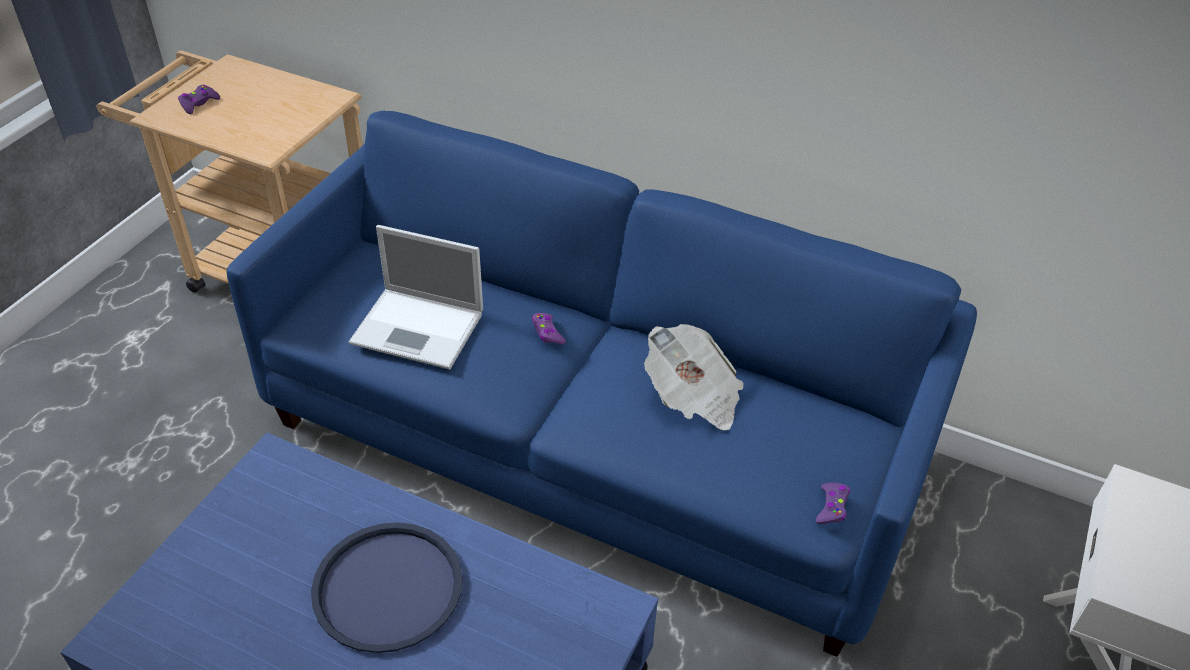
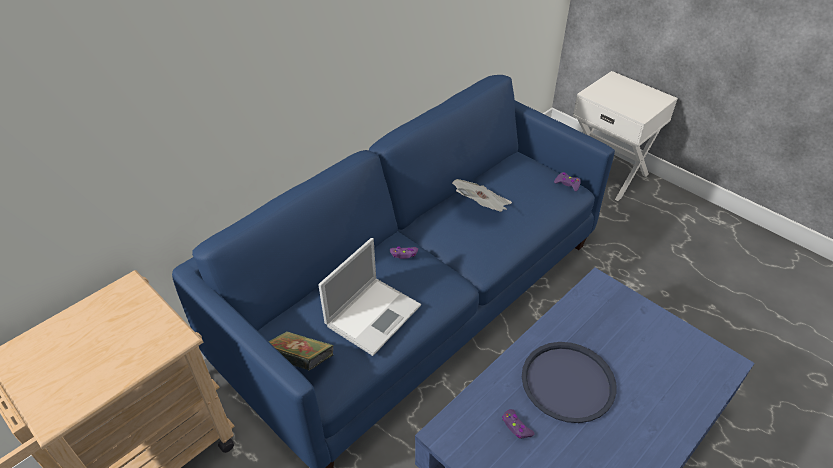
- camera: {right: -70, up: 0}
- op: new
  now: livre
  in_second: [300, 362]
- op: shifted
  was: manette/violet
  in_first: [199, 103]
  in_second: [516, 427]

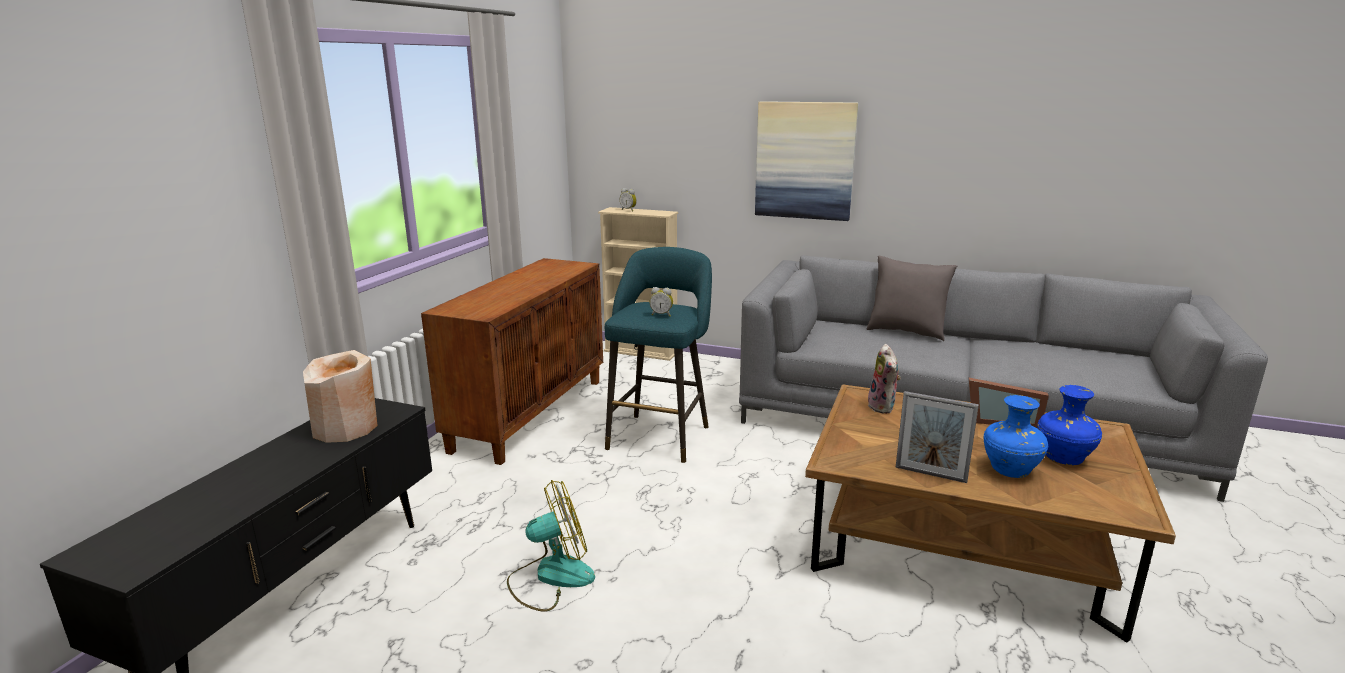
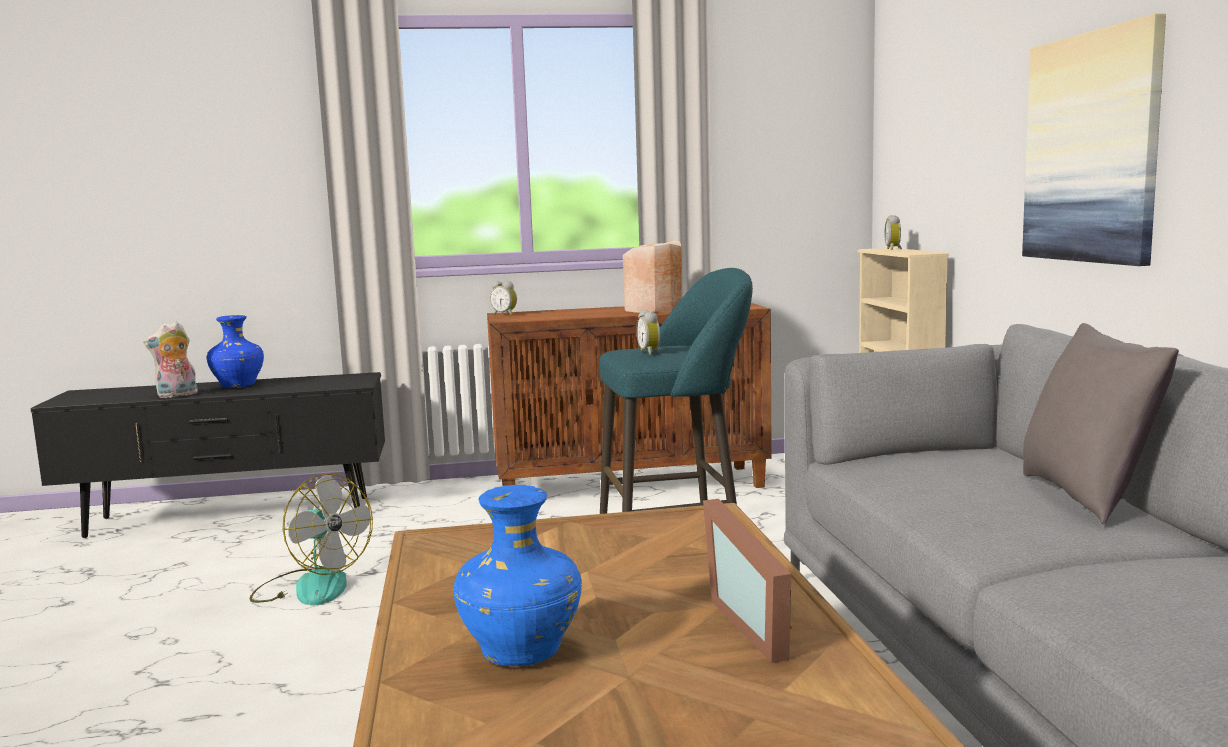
- camera: {right: 60, up: -10}
- op: shifted
  was: peluche
  in_first: [883, 407]
  in_second: [176, 395]
- op: shifted
  was: vase/bleu
  in_first: [1064, 459]
  in_second: [237, 386]
- op: new
  now: réveil
  in_second: [505, 315]
- op: shifted
  was: vase/beige
  in_first: [346, 427]
  in_second: [653, 309]
- op: gone
  was: cadre photo
  in_first: [930, 474]

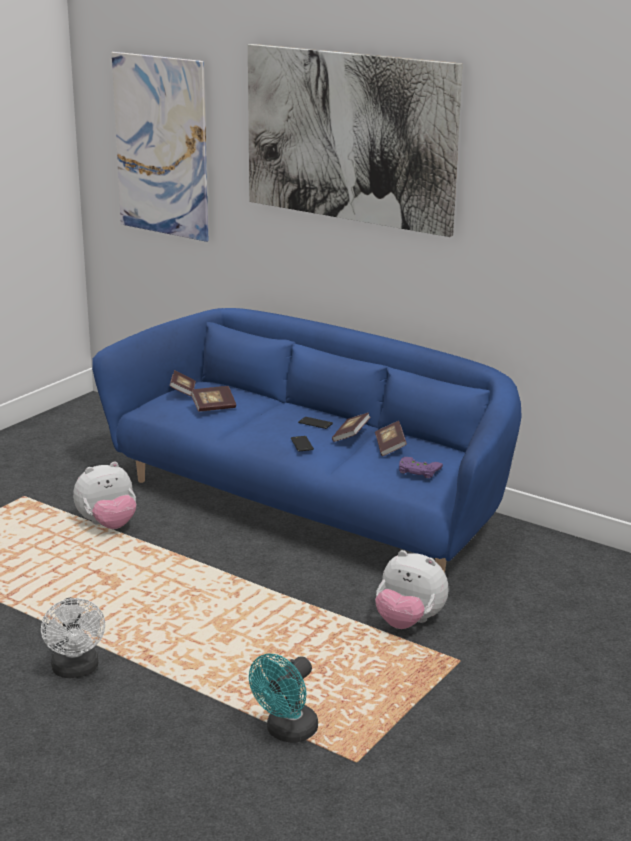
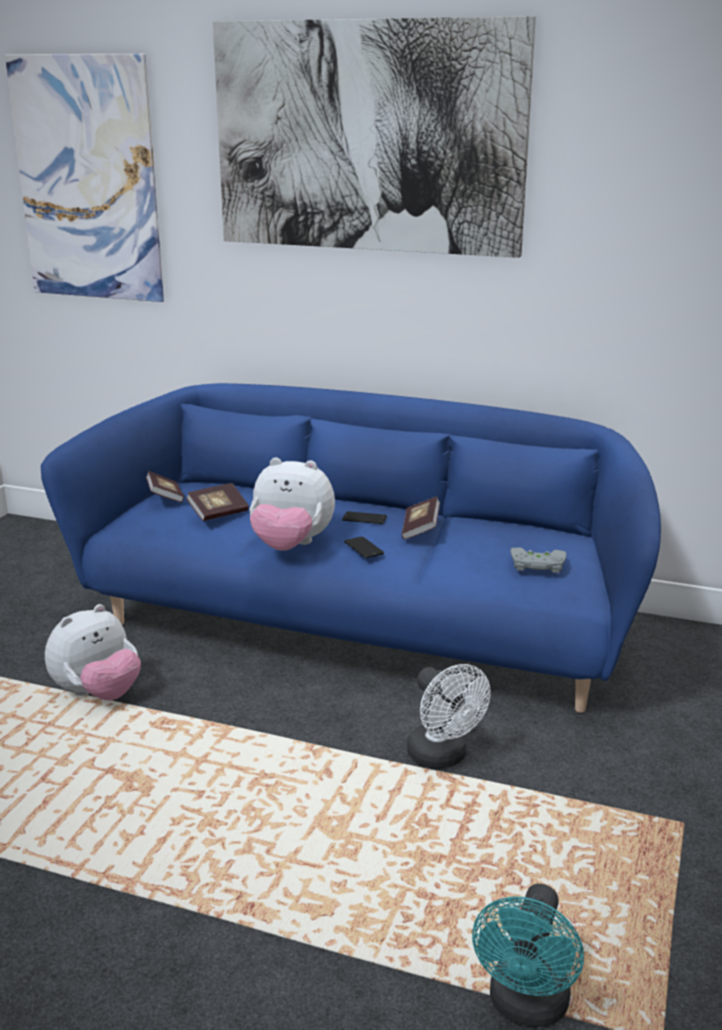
- camera: {right: -15, up: 0}
- op: shifted
  was: peluche
  in_first: [409, 622]
  in_second: [291, 546]
- op: shifted
  was: ventilateur/blanc
  in_first: [76, 670]
  in_second: [443, 757]
- op: repainted
  was: manette/violet
  now: manette/gris
  in_first: [418, 471]
  in_second: [537, 565]
- op: gone
  was: livre
  in_first: [390, 447]

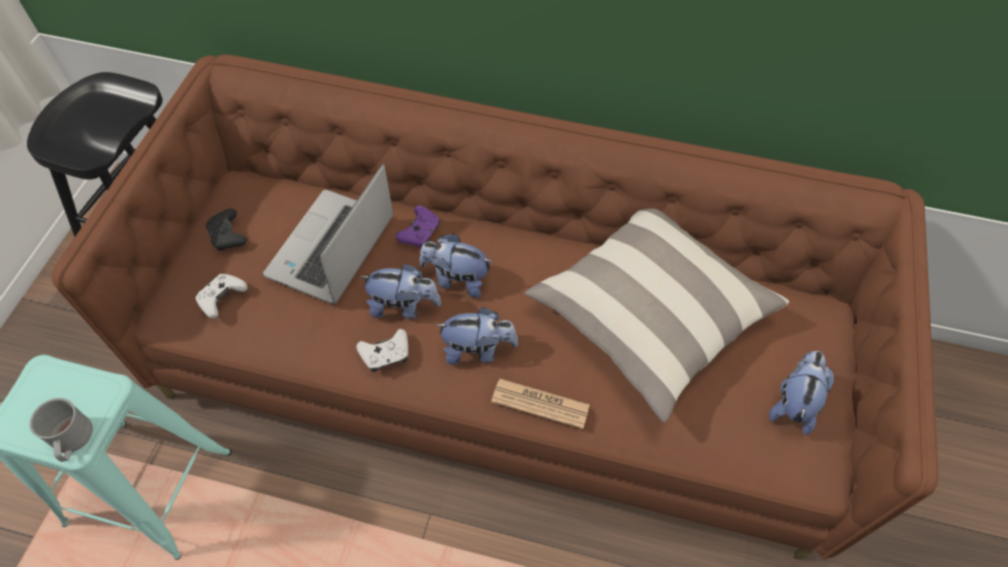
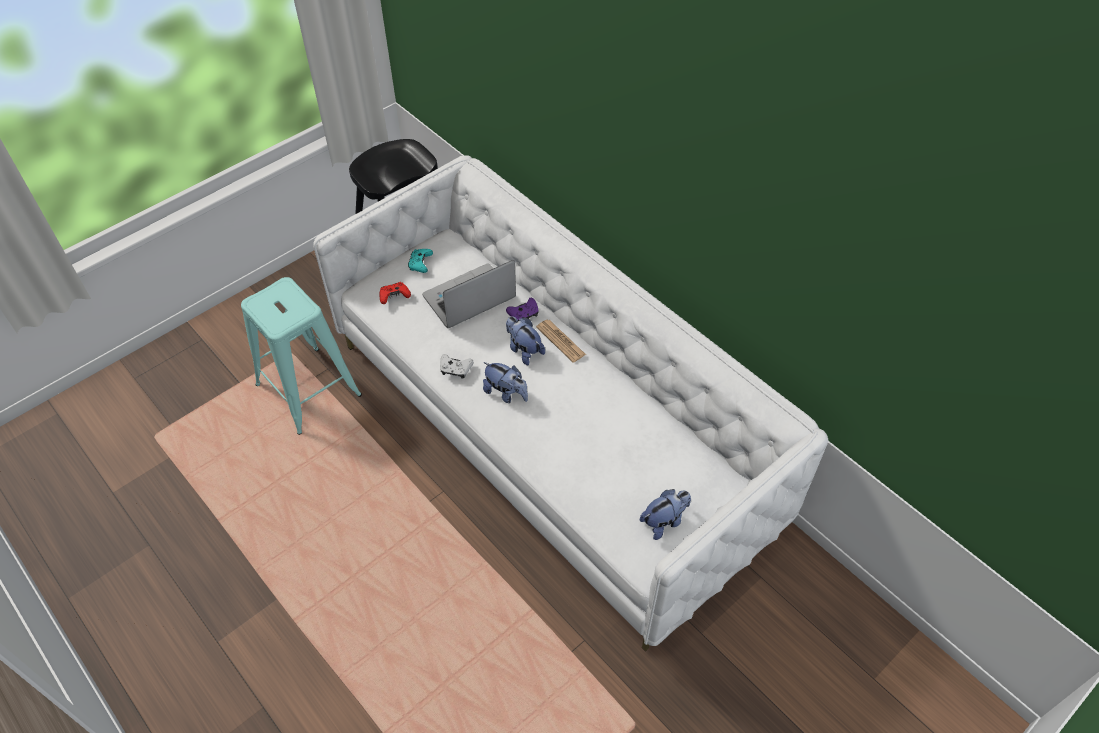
- camera: {right: 35, up: -5}
- op: repainted
  was: canapé/marron
  now: canapé/blanc
  in_first: [502, 363]
  in_second: [550, 433]
- op: repainted
  was: manette/blanc
  now: manette/rouge
  in_first: [222, 298]
  in_second: [394, 296]
- op: repainted
  was: manette/noir
  now: manette/turquoise
  in_first: [227, 236]
  in_second: [420, 264]
- op: shifted
  was: journal
  in_first: [540, 404]
  in_second: [560, 341]
- op: gone
  was: mug/gris
  in_first: [72, 440]
- op: gone
  was: peluche
  in_first: [403, 306]
- op: gone
  was: coussin
  in_first: [650, 315]

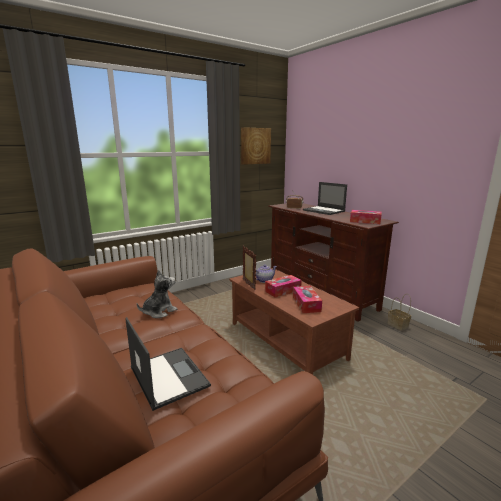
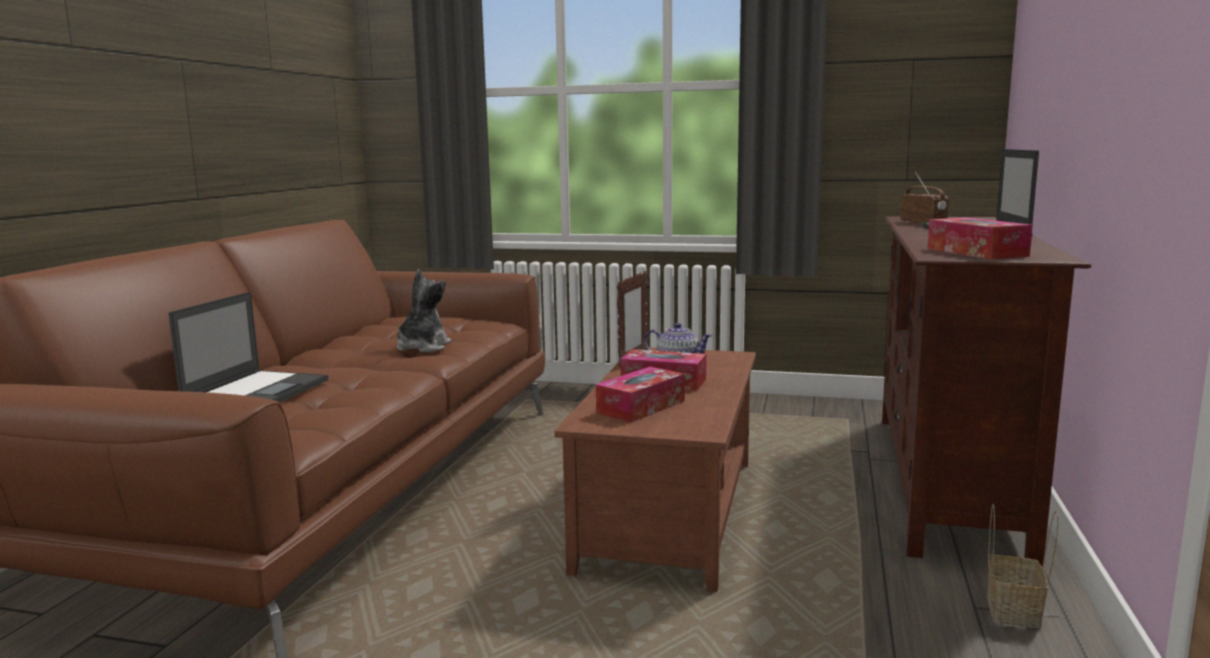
- camera: {right: 50, up: -5}
- op: rotated
  was: peluche
  in_first: [159, 311]
  in_second: [422, 347]
  clockwise: -75
- op: gone
  was: tableau
  in_first: [255, 146]

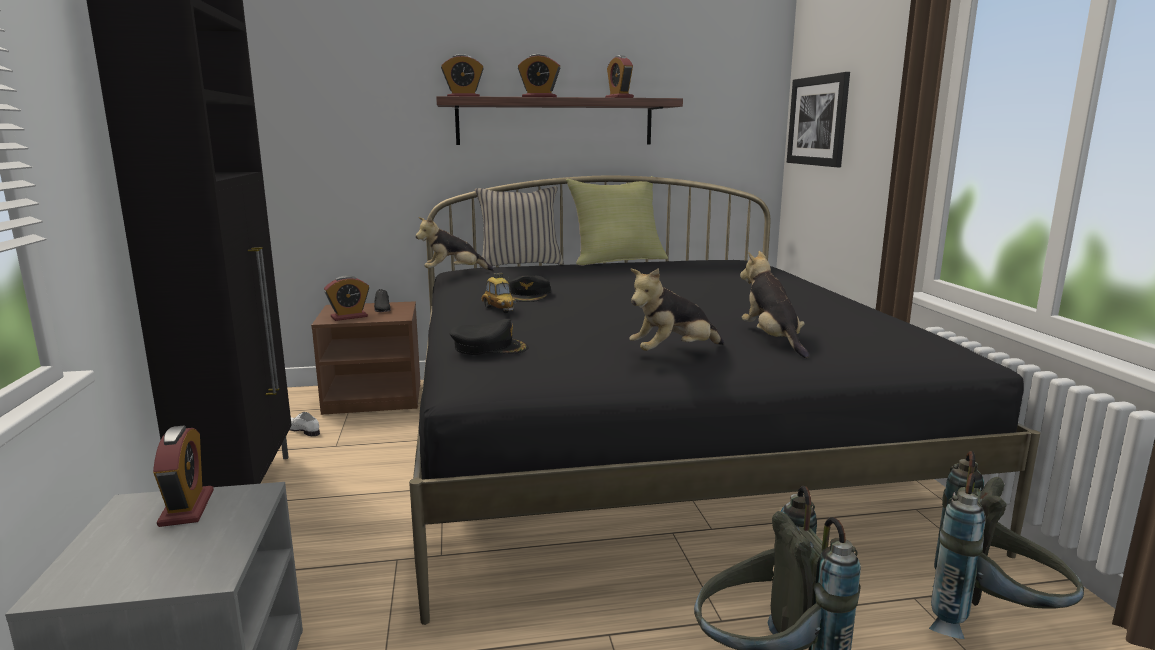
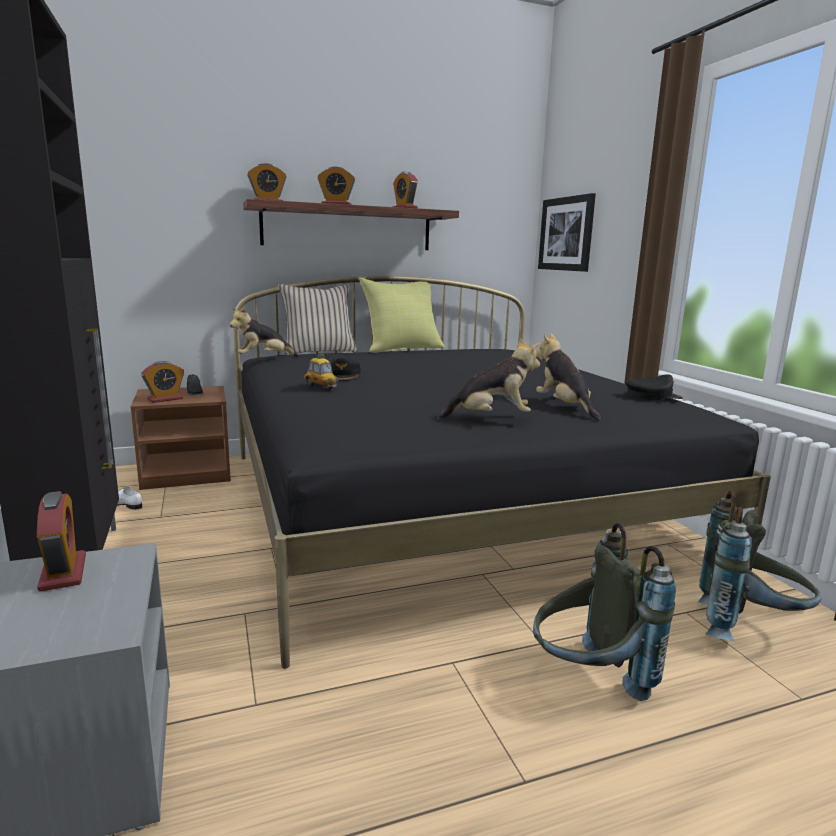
- camera: {right: -10, up: 0}
- op: rotated
  was: peluche
  in_first: [673, 353]
  in_second: [491, 418]
  clockwise: -150
- op: shifted
  was: casquette/noir
  in_first: [489, 347]
  in_second: [652, 396]

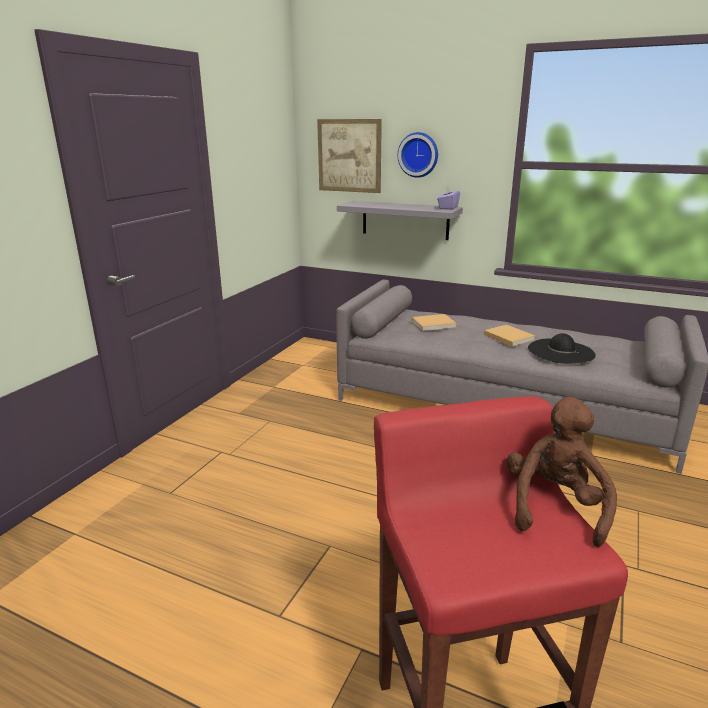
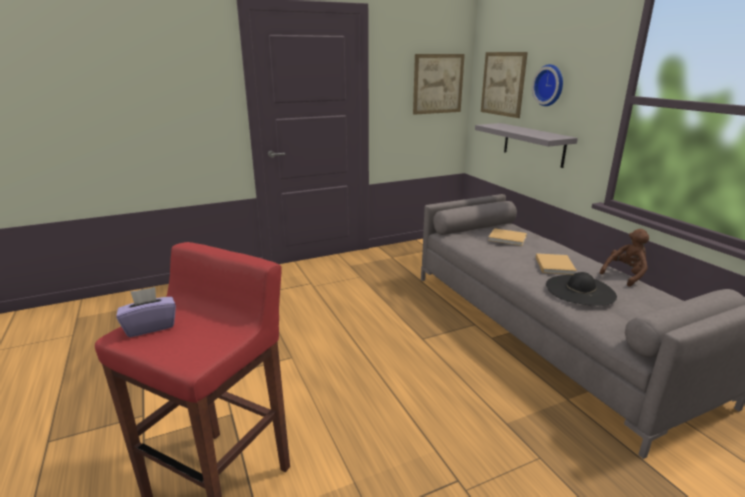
- camera: {right: 40, up: 0}
- op: shifted
  was: boîte à mouchoirs/violet
  in_first: [448, 208]
  in_second: [150, 326]
- op: new
  now: tableau
  in_second: [438, 84]
- op: shifted
  was: peluche/marron
  in_first: [554, 507]
  in_second: [625, 275]

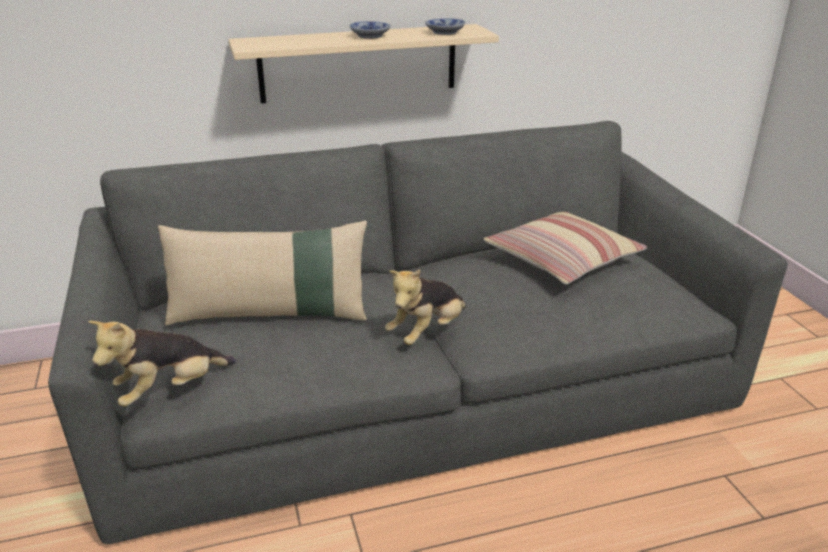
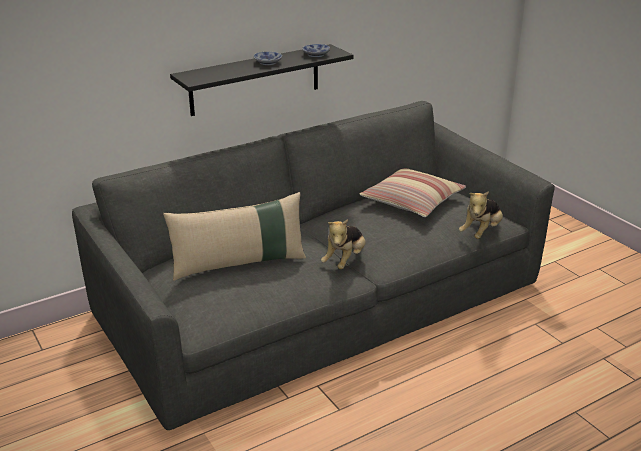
- camera: {right: -15, up: 0}
- op: repainted
  was: étagère/beige
  now: étagère/noir
  in_first: [359, 63]
  in_second: [255, 80]
- op: shifted
  was: peluche
  in_first: [169, 390]
  in_second: [481, 232]

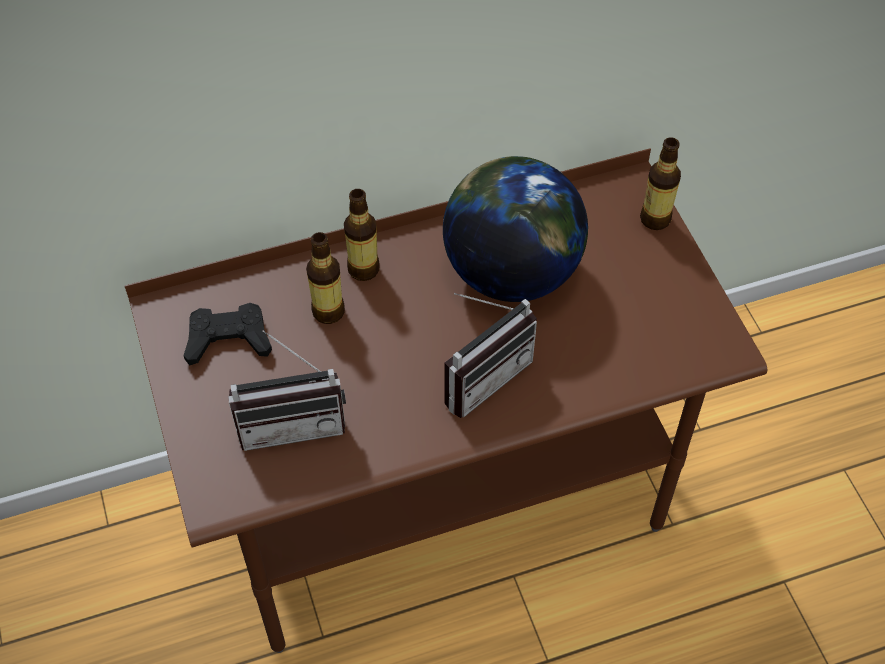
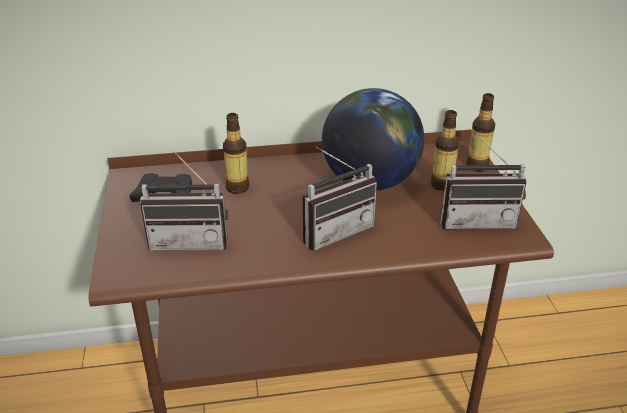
- camera: {right: 10, up: -20}
- op: shifted
  was: bouteille
  in_first: [363, 269]
  in_second: [441, 185]
- op: new
  now: radio
  in_second: [477, 220]

